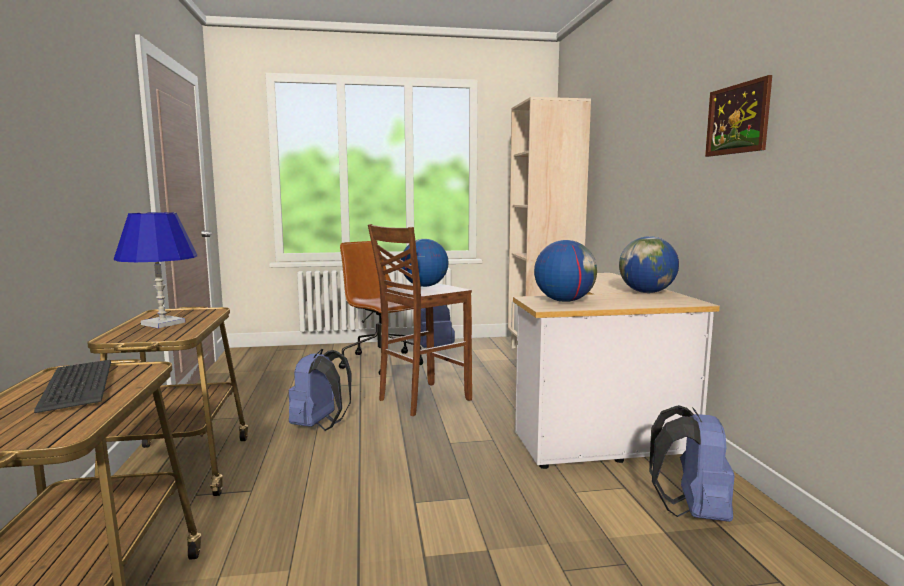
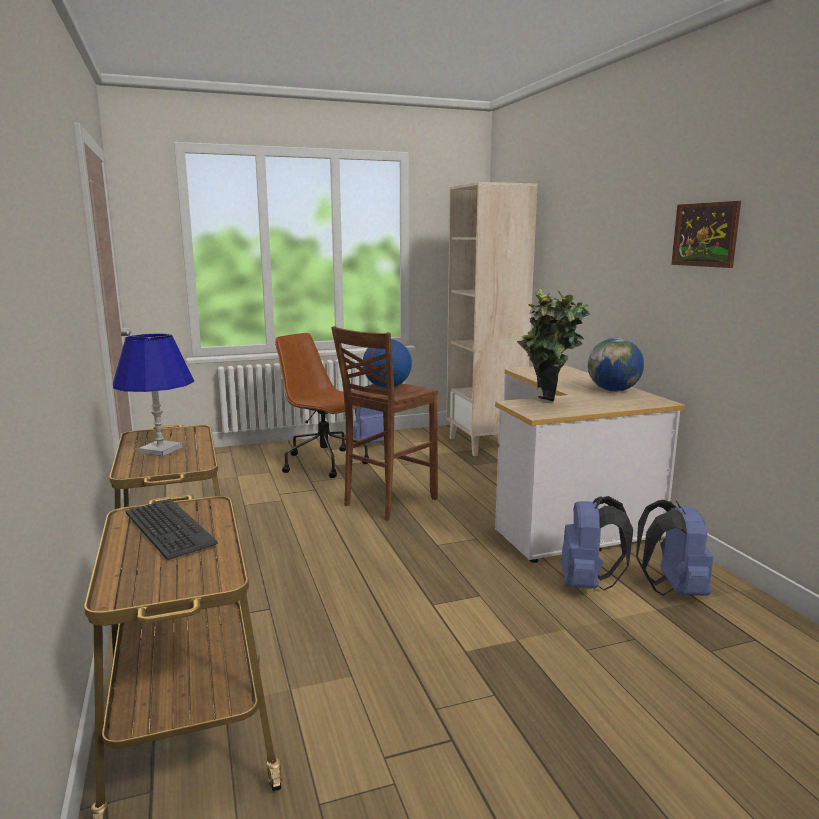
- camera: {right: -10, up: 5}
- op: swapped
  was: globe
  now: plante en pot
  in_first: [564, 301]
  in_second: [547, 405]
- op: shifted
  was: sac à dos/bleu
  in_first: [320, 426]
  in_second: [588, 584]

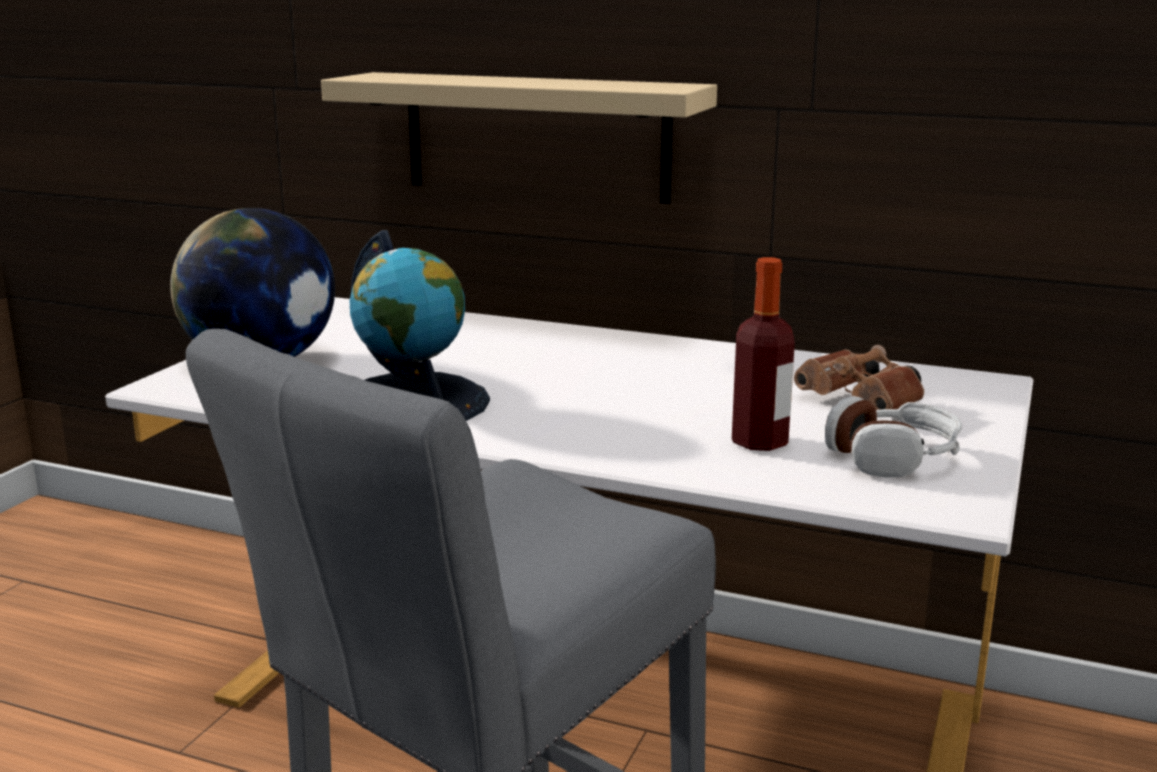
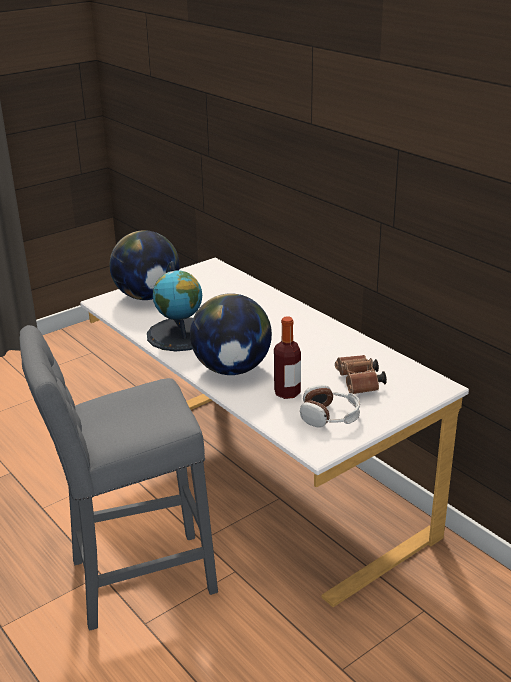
- camera: {right: 30, up: 10}
- op: new
  now: globe
  in_second: [232, 369]
- op: gone
  was: étagère/beige
  in_first: [536, 136]

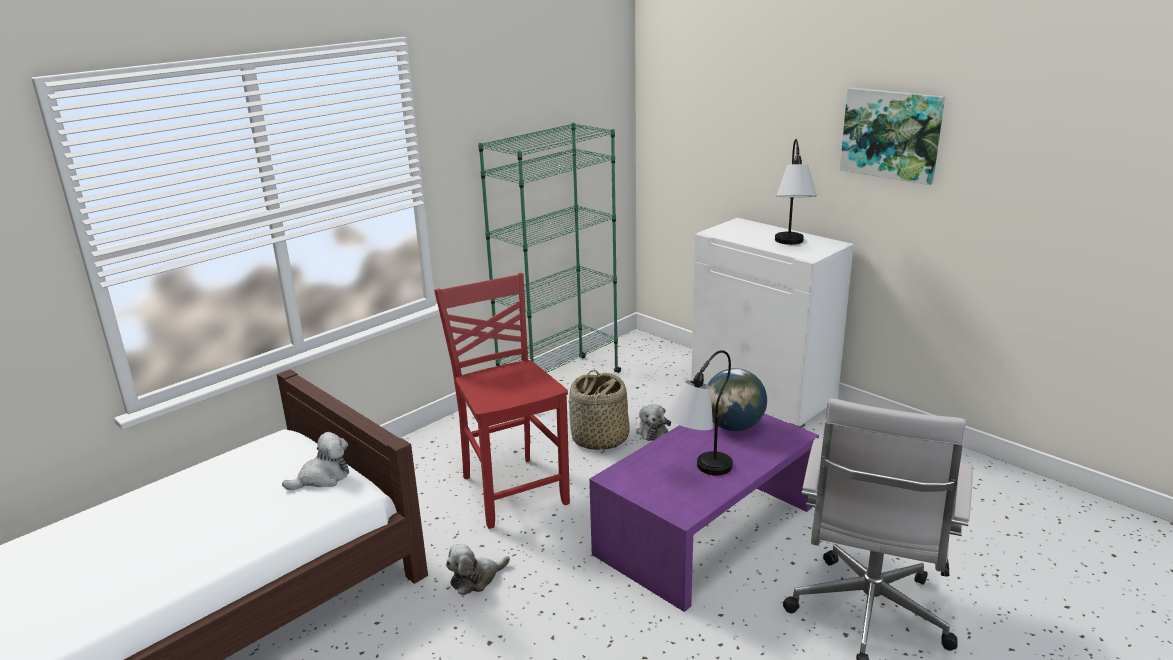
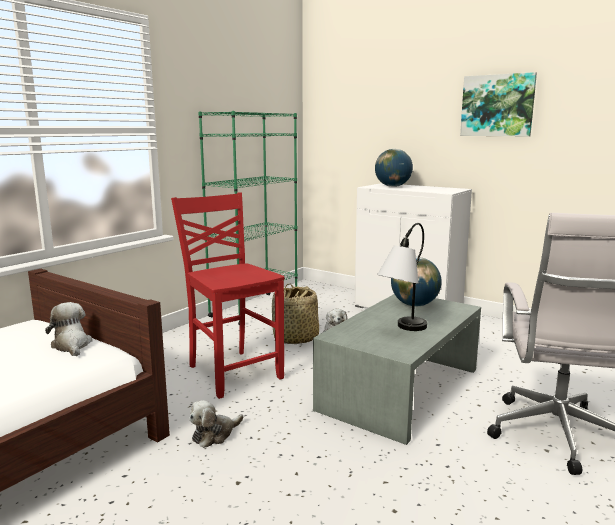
- camera: {right: -10, up: -10}
- op: rotated
  was: peluche
  in_first: [322, 478]
  in_second: [72, 345]
  clockwise: -75
- op: repainted
  was: table basse/violet
  now: table basse/gris
  in_first: [704, 530]
  in_second: [399, 388]
- op: new
  now: globe
  in_second: [393, 186]
- op: gone
  was: lampe de table
  in_first: [790, 246]

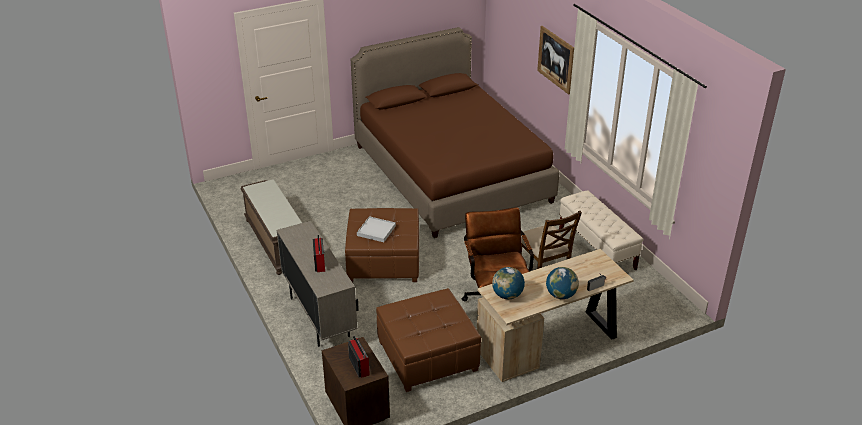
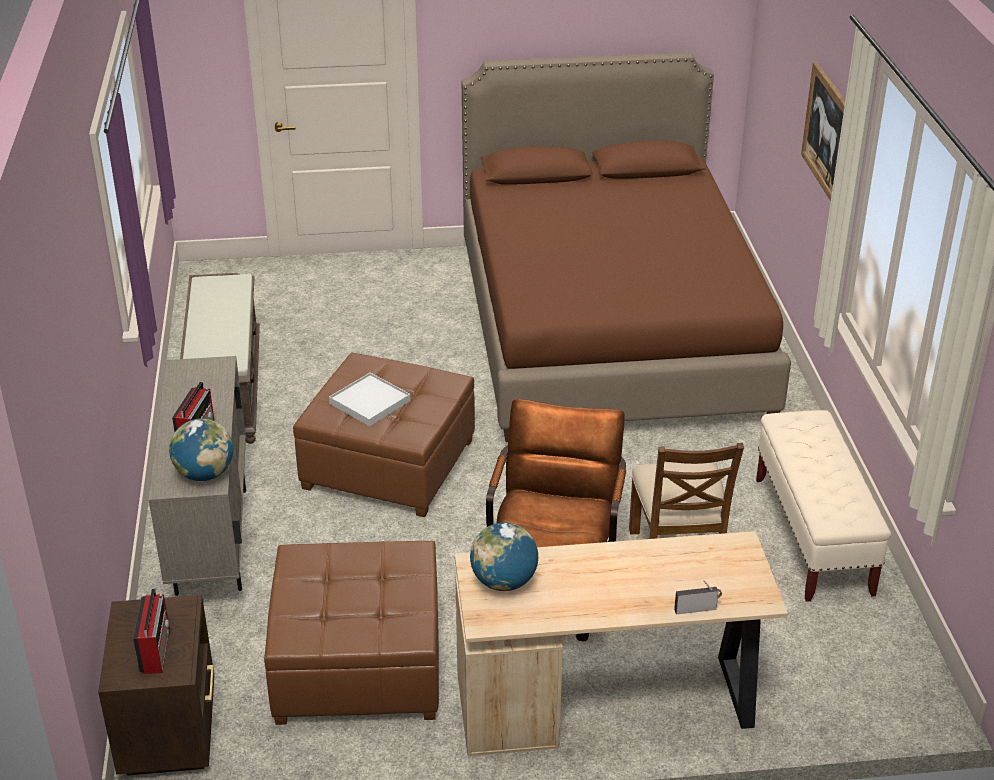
- camera: {right: 20, up: 0}
- op: shifted
  was: globe
  in_first: [561, 295]
  in_second: [204, 474]

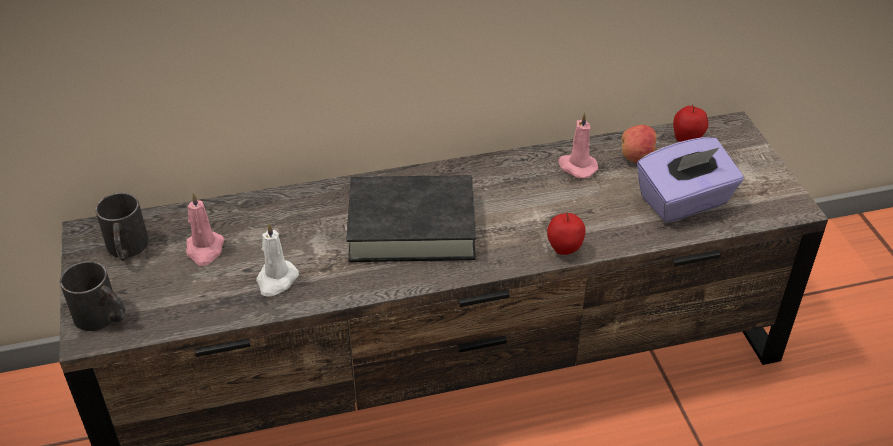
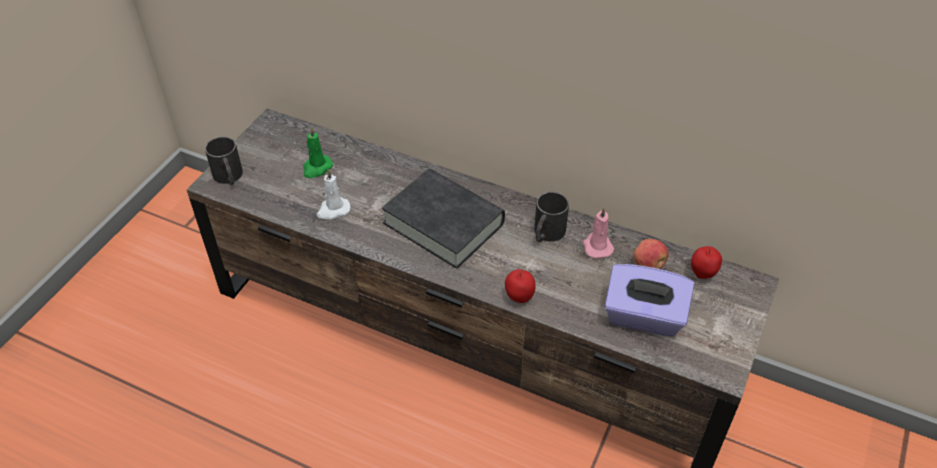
- camera: {right: 40, up: 5}
- op: repainted
  was: bougie/rose
  now: bougie/vert
  in_first: [205, 250]
  in_second: [317, 168]
- op: shifted
  was: mug/noir
  in_first: [126, 249]
  in_second: [546, 234]

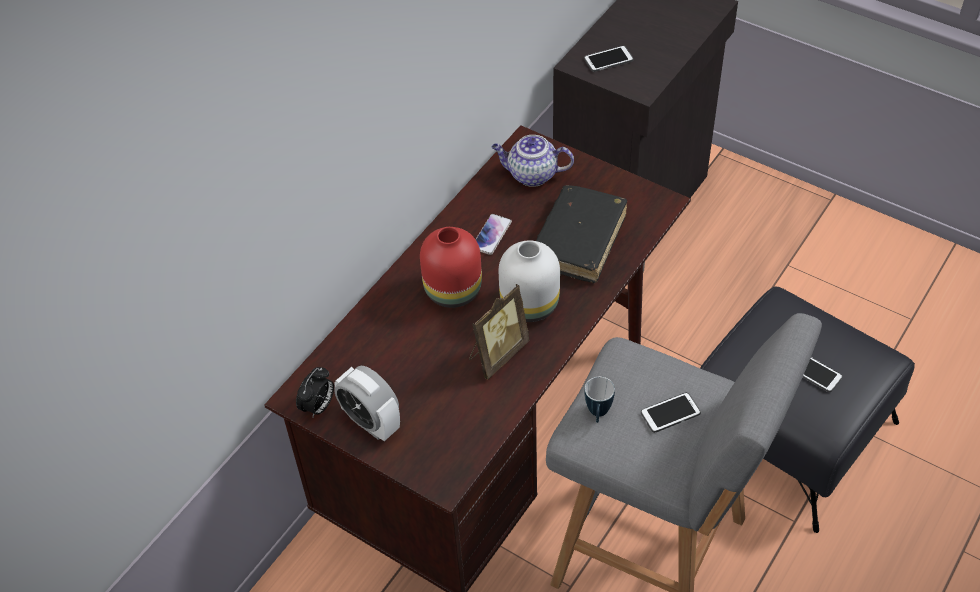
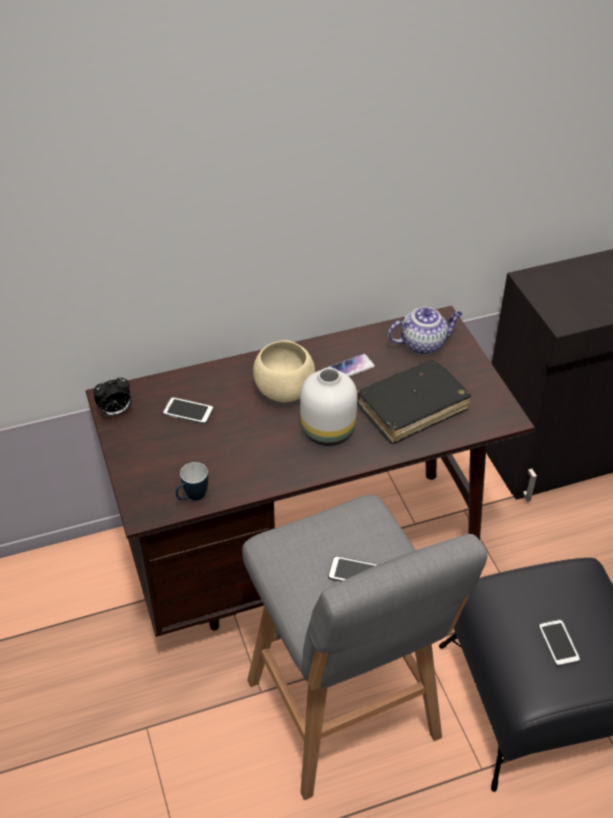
- camera: {right: 35, up: -5}
- op: shifted
  was: téléphone
  in_first: [608, 60]
  in_second: [188, 411]
- op: shifted
  was: mug
  in_first: [598, 415]
  in_second: [192, 498]
- op: swapped
  was: vase/rouge
  now: bol/beige
  in_first: [454, 290]
  in_second: [285, 390]
- op: rotated
  was: théière
  in_first: [531, 175]
  in_second: [423, 343]
  clockwise: 120
- op: gone
  was: réveil
  in_first: [371, 422]
- op: gone
  was: cadre photo
  in_first: [497, 354]

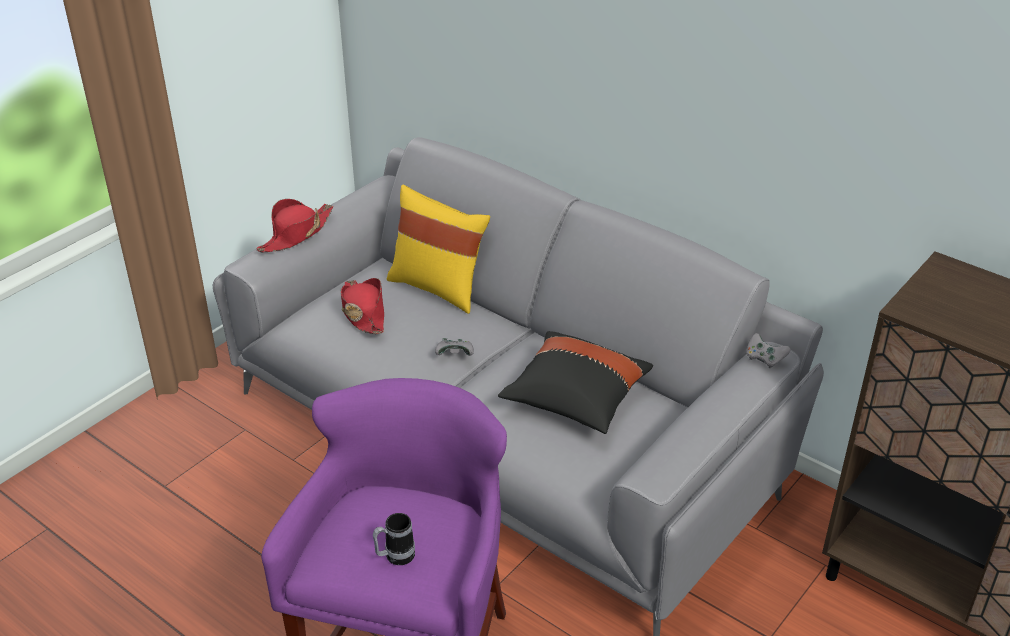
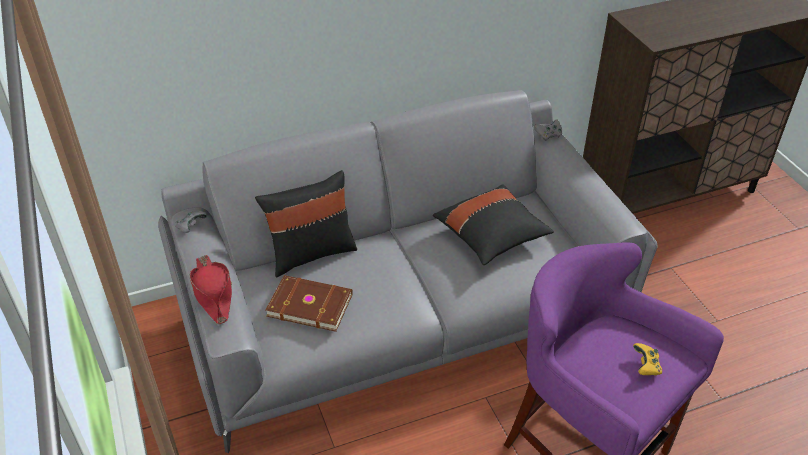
- camera: {right: -60, up: 5}
- op: shifted
  was: manette/gris
  in_first: [455, 355]
  in_second: [191, 227]
- op: repainted
  was: coussin/jaune
  now: coussin/noir
  in_first: [438, 287]
  in_second: [311, 253]
- op: swapped
  was: chapeau/rouge
  now: livre/marron
  in_first: [363, 312]
  in_second: [310, 304]
- op: swapped
  was: mug
  now: manette/jaune
  in_first: [395, 557]
  in_second: [646, 367]

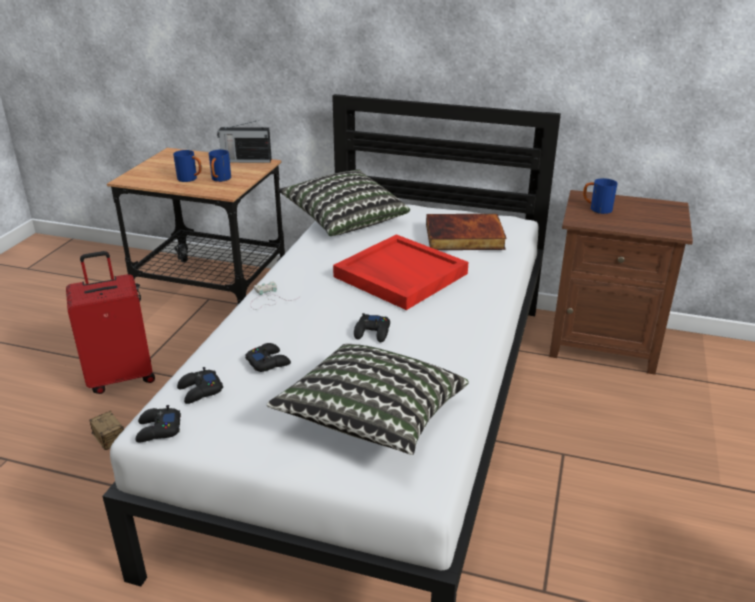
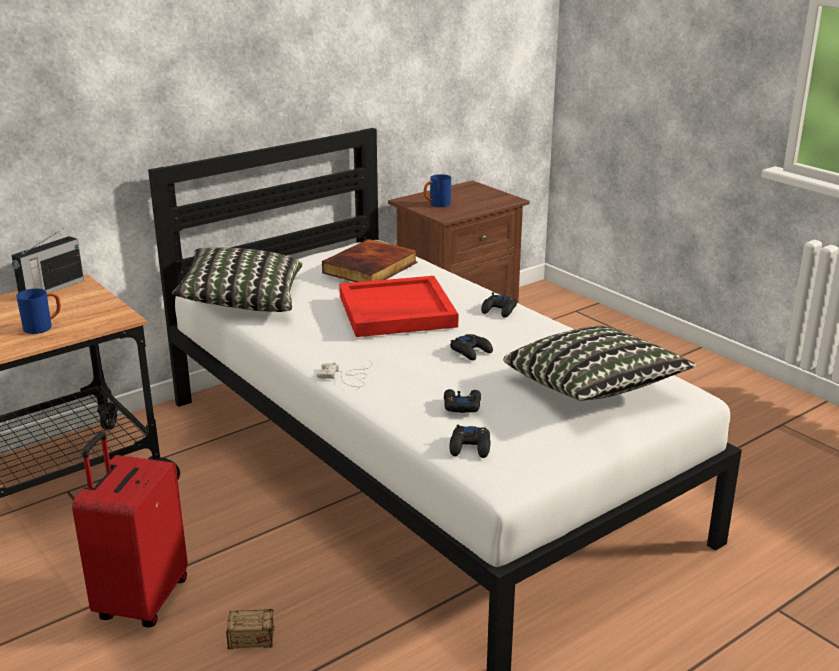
- camera: {right: -55, up: -5}
- op: shifted
  was: manette/noir
  in_first: [158, 430]
  in_second: [499, 310]
- op: gone
  was: mug/bleu
  in_first: [219, 180]

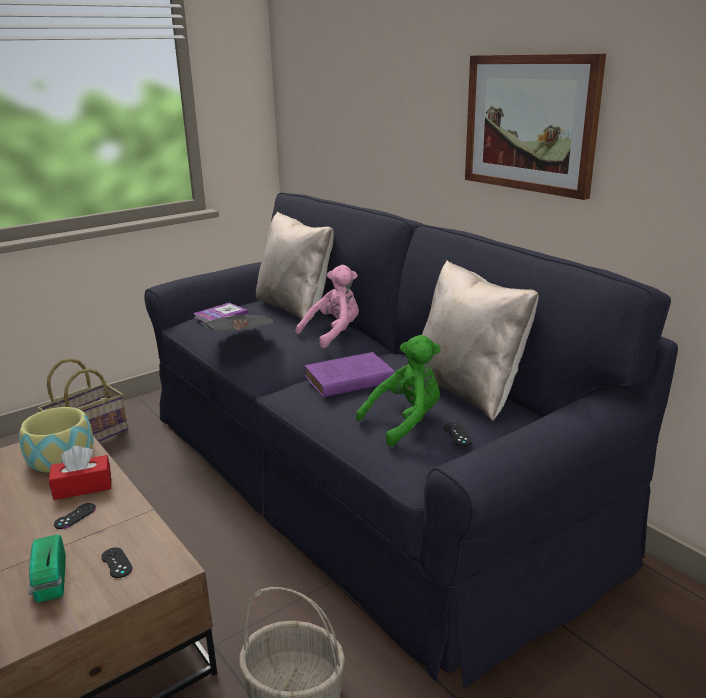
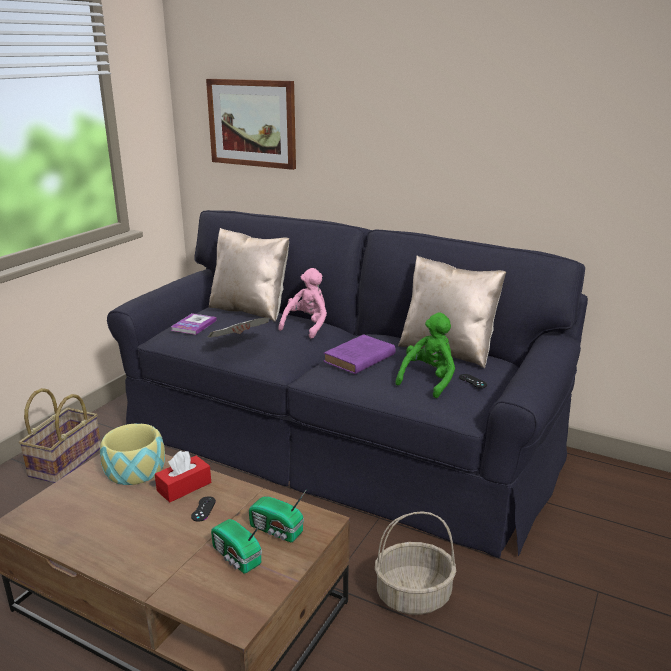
- camera: {right: -25, up: 0}
- op: shifted
  was: tableau
  in_first: [530, 123]
  in_second: [252, 123]
- op: swapped
  was: manette/noir
  now: radio
  in_first: [116, 563]
  in_second: [277, 530]

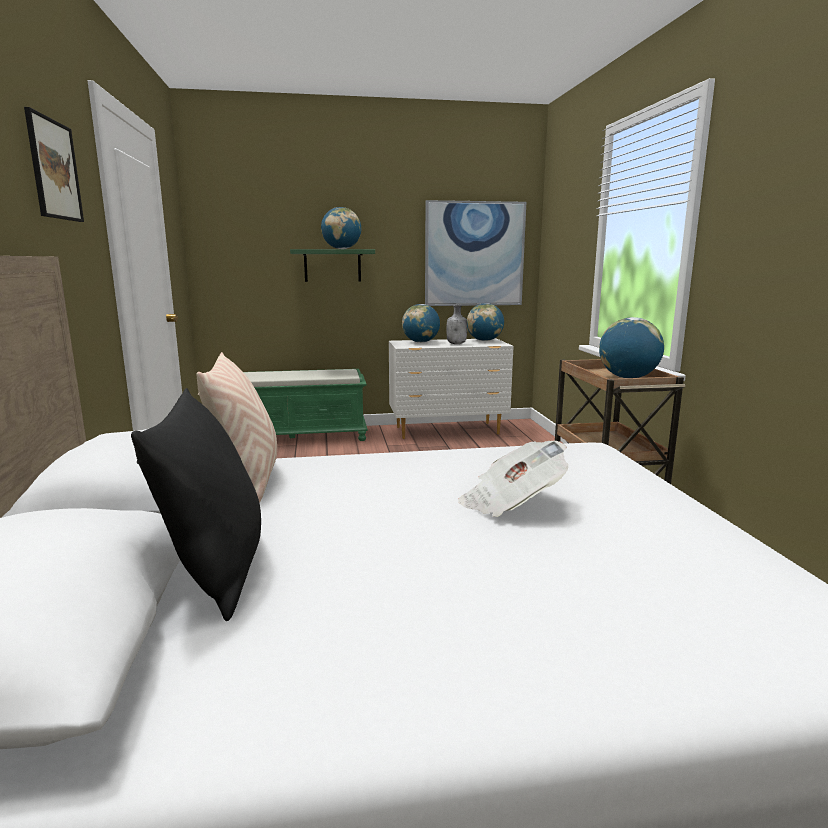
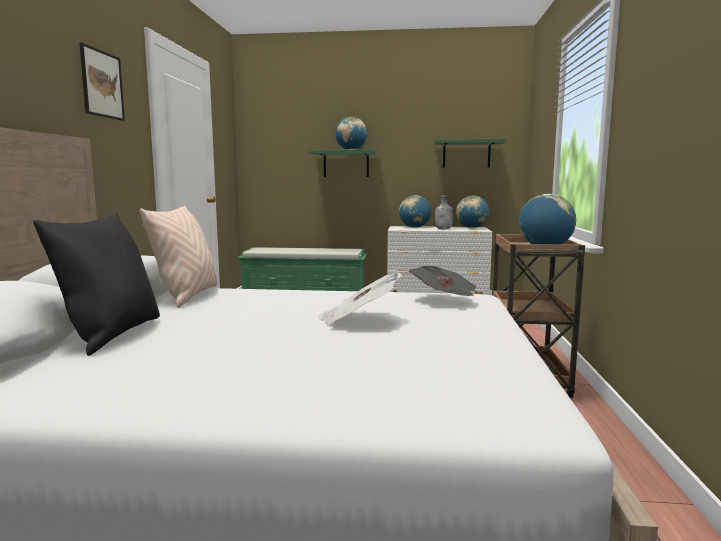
- camera: {right: 15, up: -5}
- op: new
  now: journal
  in_second: [445, 300]
- op: swapped
  was: tableau
  now: étagère/vert
  in_first: [474, 254]
  in_second: [466, 154]

